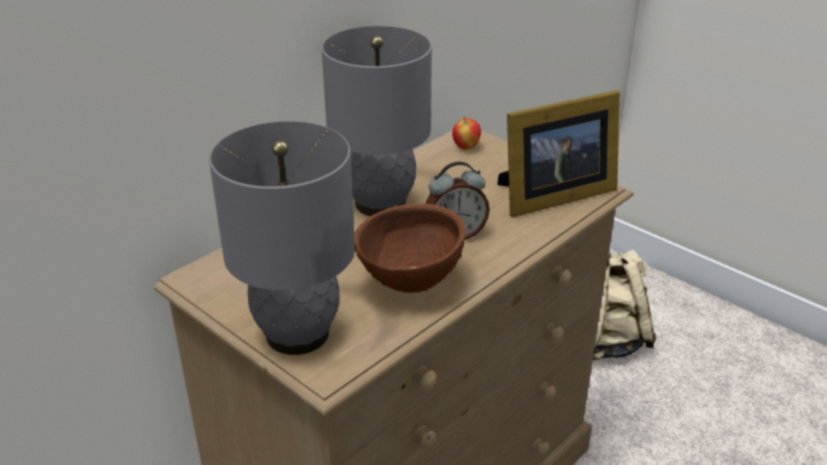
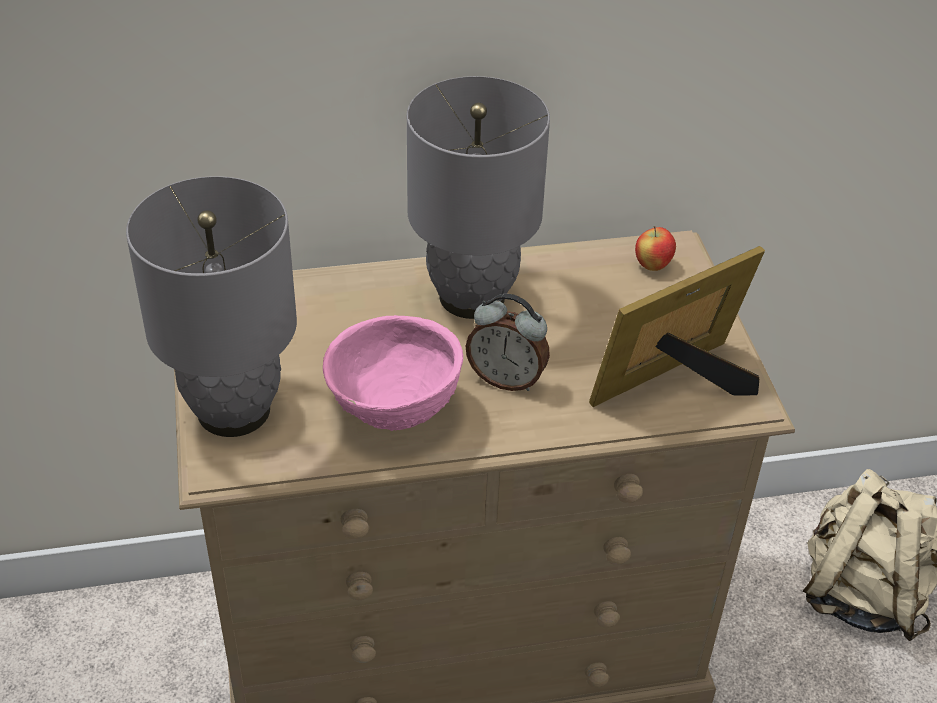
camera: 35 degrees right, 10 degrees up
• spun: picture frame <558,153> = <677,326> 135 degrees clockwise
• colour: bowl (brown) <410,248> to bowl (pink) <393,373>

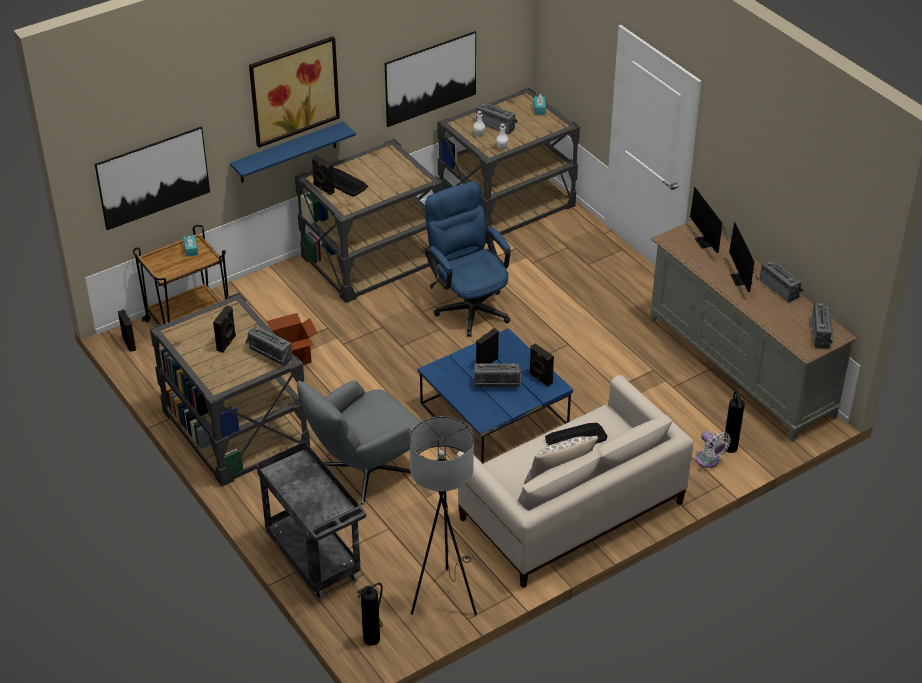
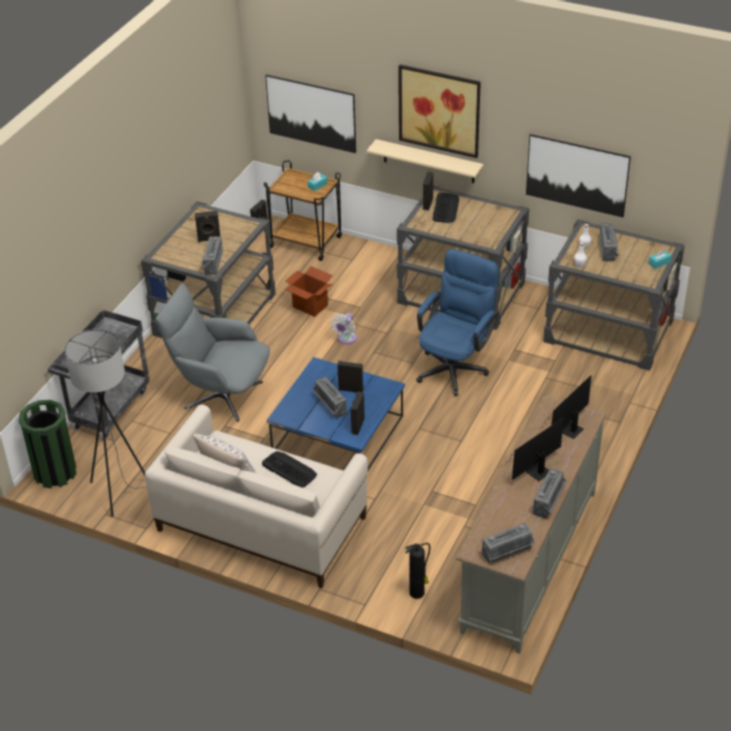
camera: 60 degrees right, 0 degrees up
• colour: shelf (blue) <293,152> to shelf (beige) <425,161>
• relocated: fan (white) <713,449> to <343,328>
• exchanged: fire extinguisher <370,614> to trash can (green) <47,444>

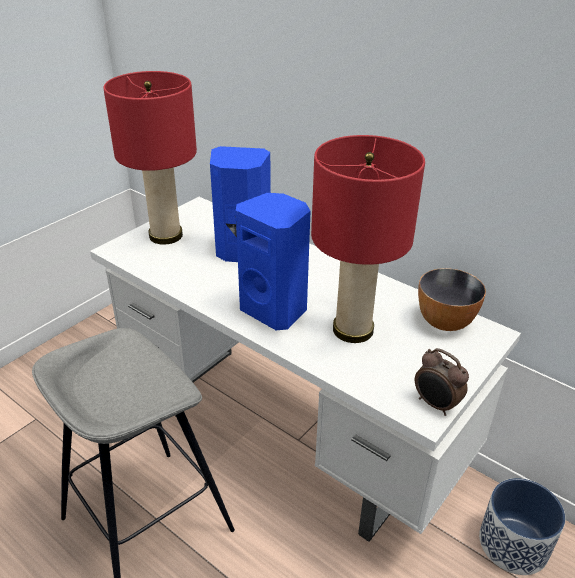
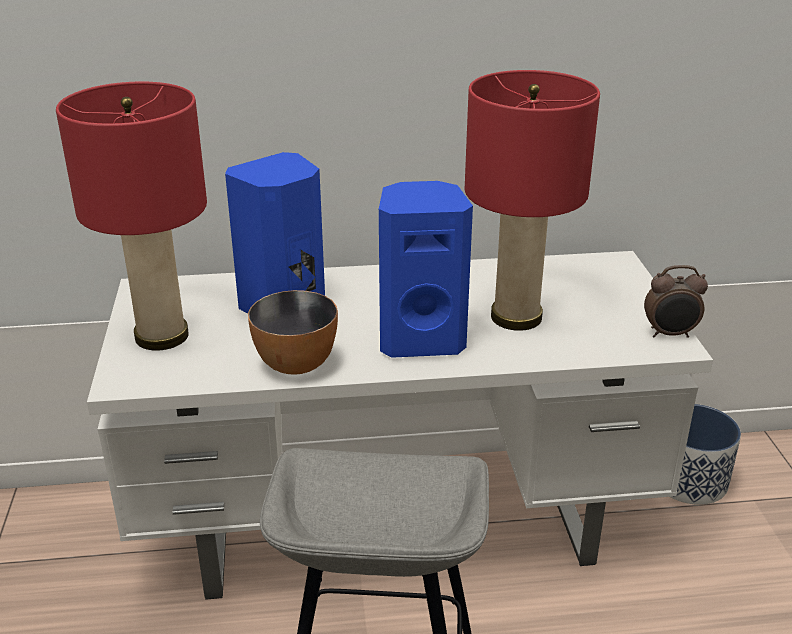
camera: 45 degrees left, 5 degrees down
• relocated: bowl <452,299> to <293,332>

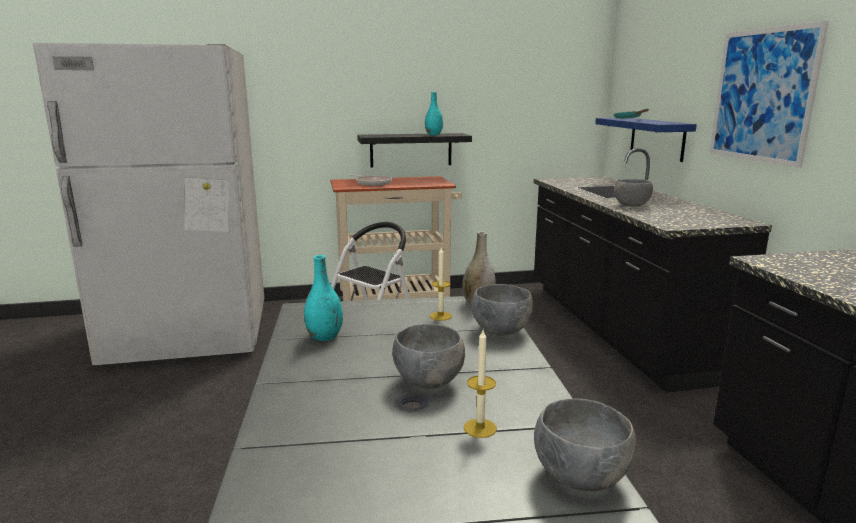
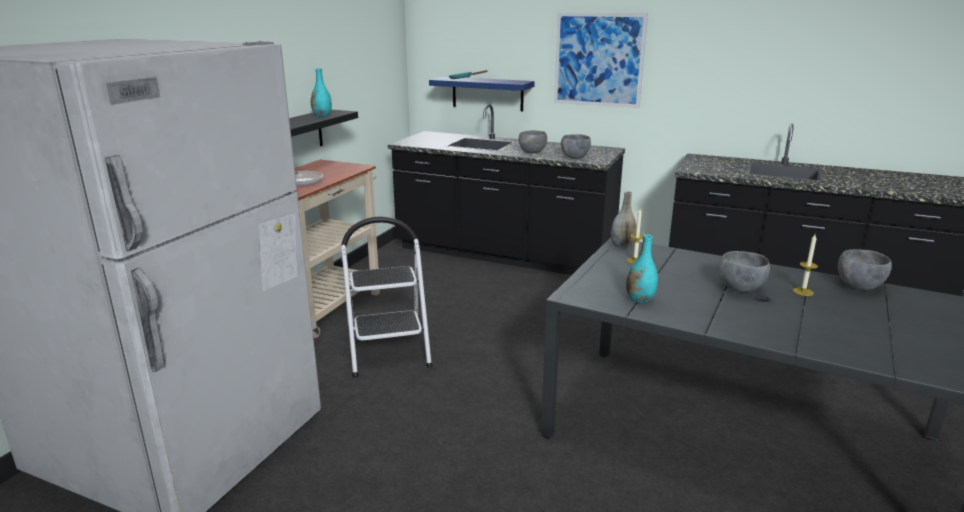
camera: 55 degrees left, 5 degrees up
• relocated: bowl (grey) <502,310> to <576,146>

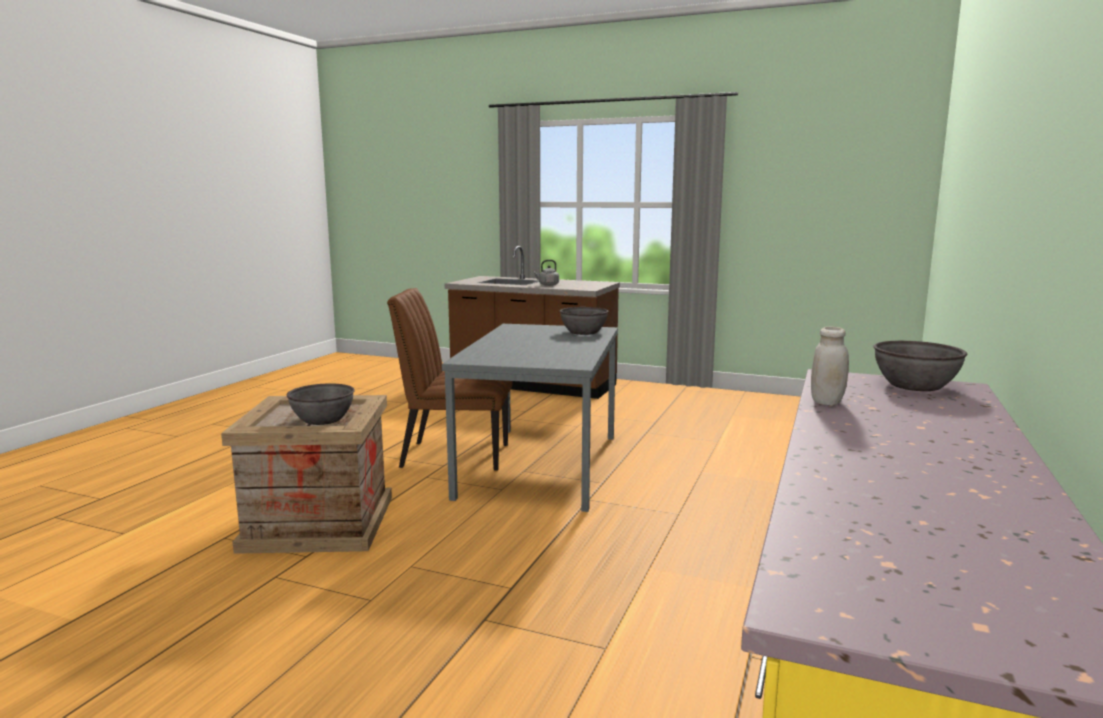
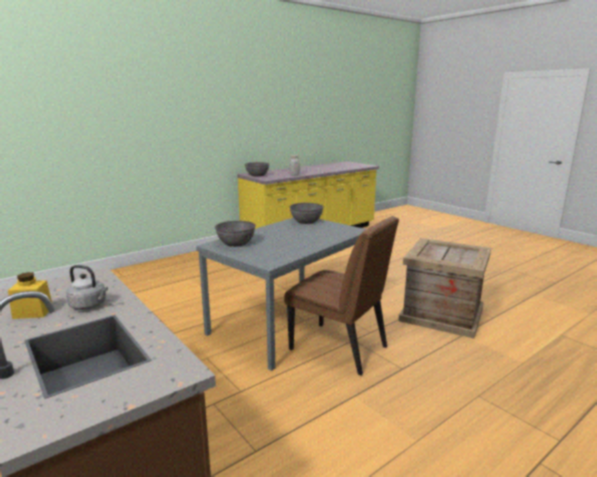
camera: 150 degrees left, 5 degrees up
• relocated: bowl (grey) <321,404> to <307,213>
• appeared: jar (yellow) <30,295>

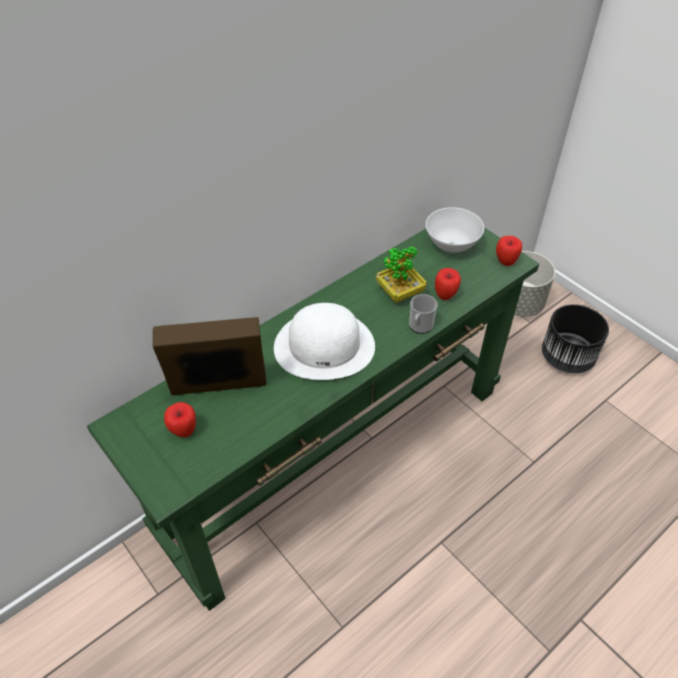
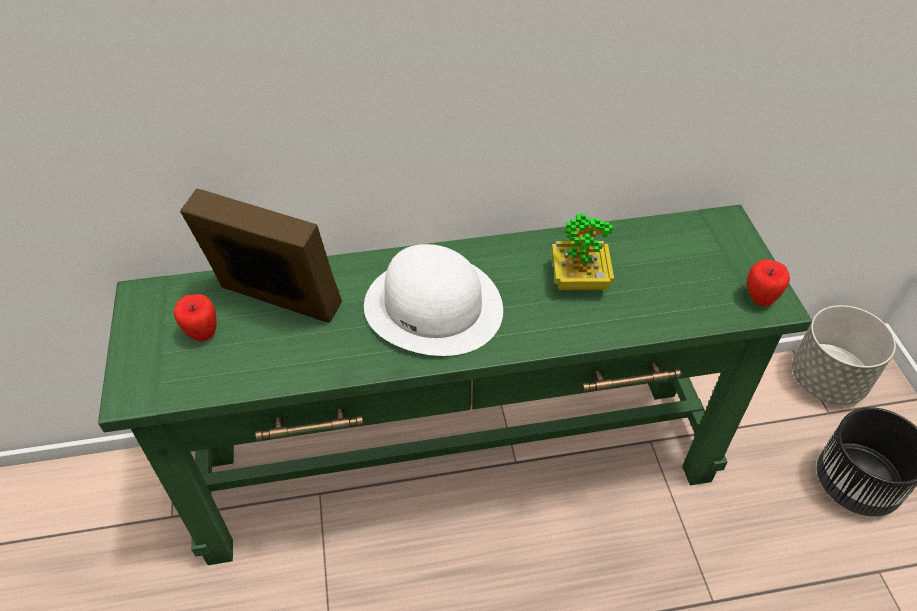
camera: 30 degrees right, 0 degrees up
• missing: bowl (white) <455,229>
• missing: apple <448,284>
• missing: mug <423,314>

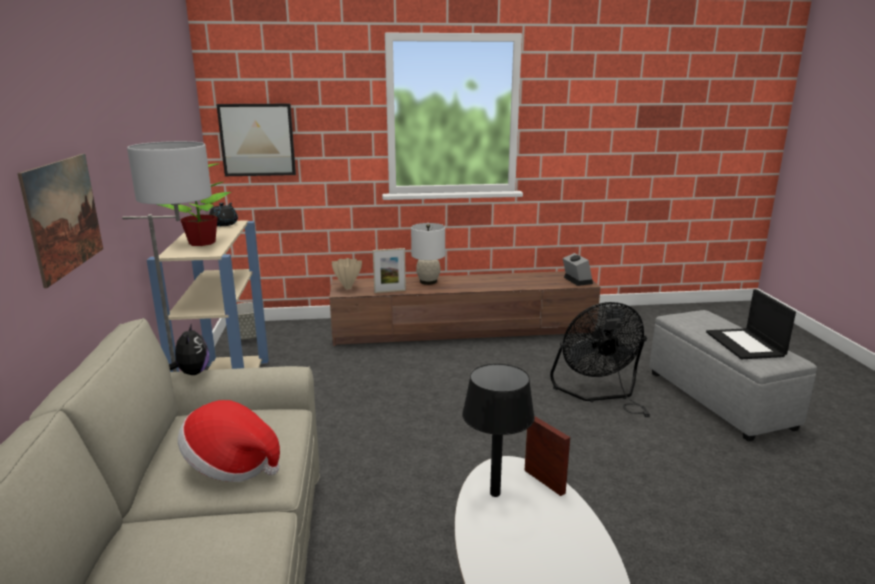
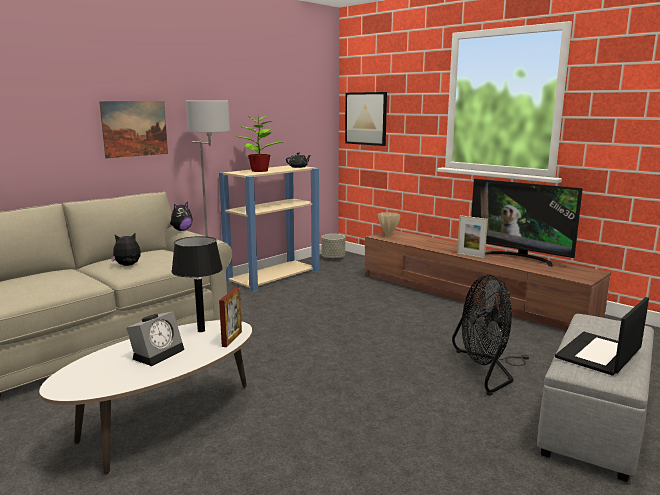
camera: 50 degrees right, 5 degrees down
• missing: table lamp (white) <428,254>
• relocated: picture frame <389,270> to <472,237>
• relocated: alarm clock <578,269> to <155,338>
• spun: fan (black) <600,359> = <491,335> 135 degrees counterclockwise
• exchanged: hat <229,441> to plush toy <126,249>
• appeared: television <527,223>

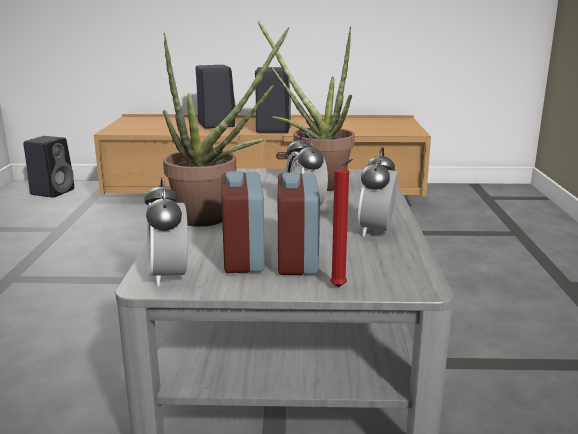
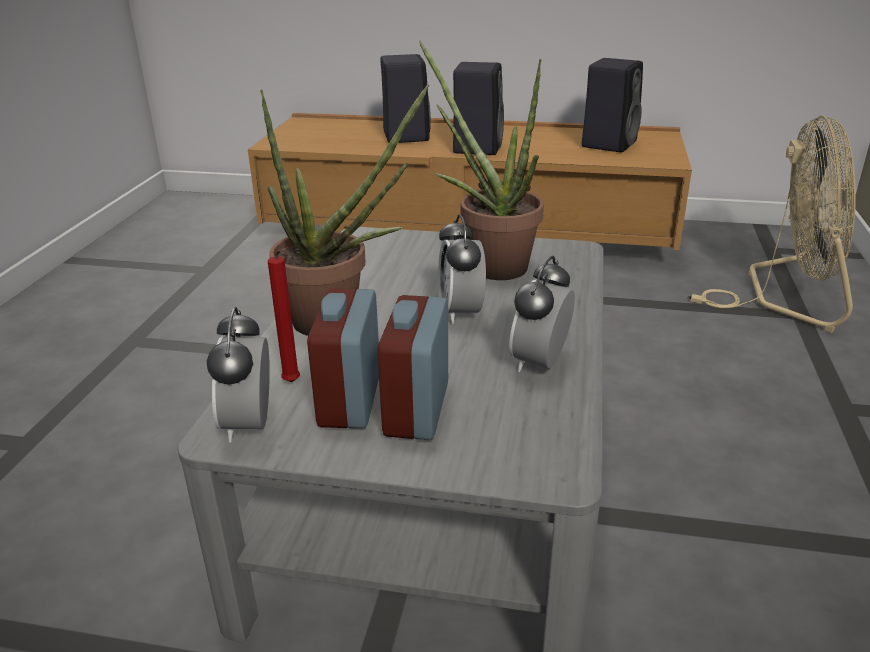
camera: 10 degrees right, 10 degrees up
• relocated: speaker (black) <48,167> to <612,105>
• relocated: candle (red) <341,223> to <284,316>
• appeared: fan (beige) <772,224>

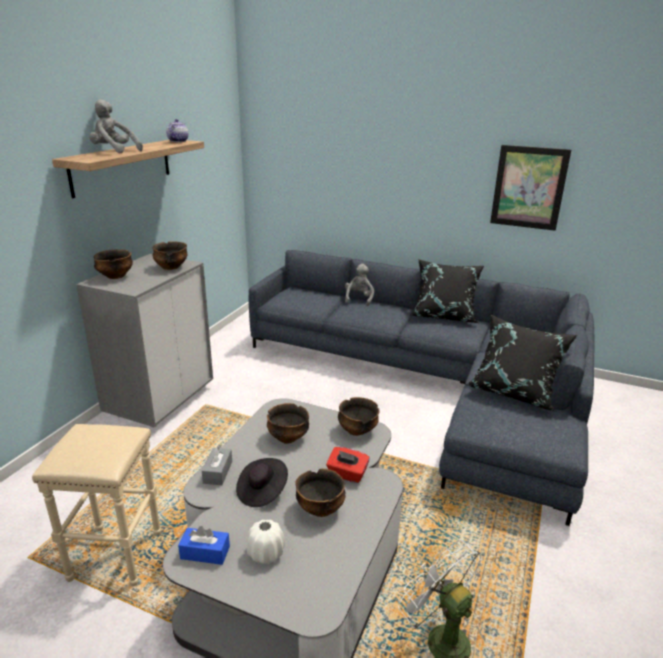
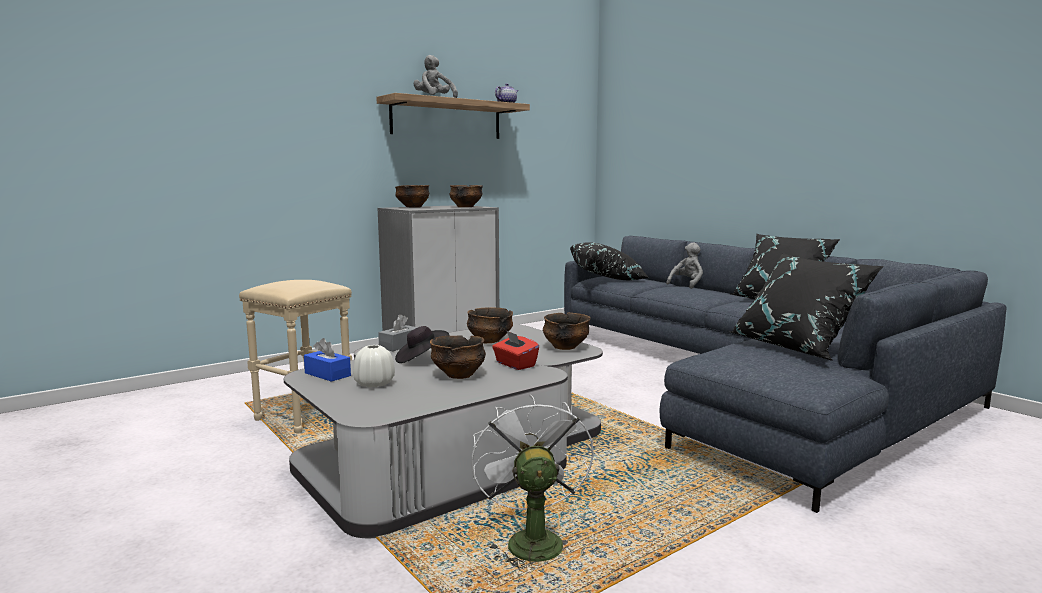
camera: 30 degrees right, 15 degrees down
• missing: picture <530,188>
• appeared: pillow (black) <609,261>

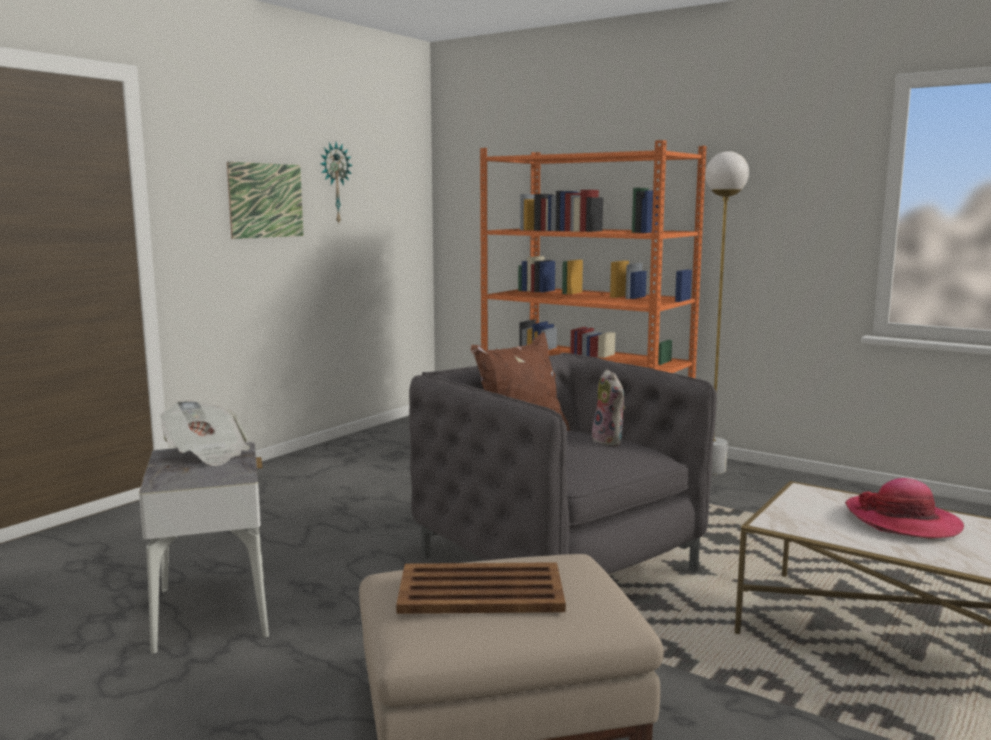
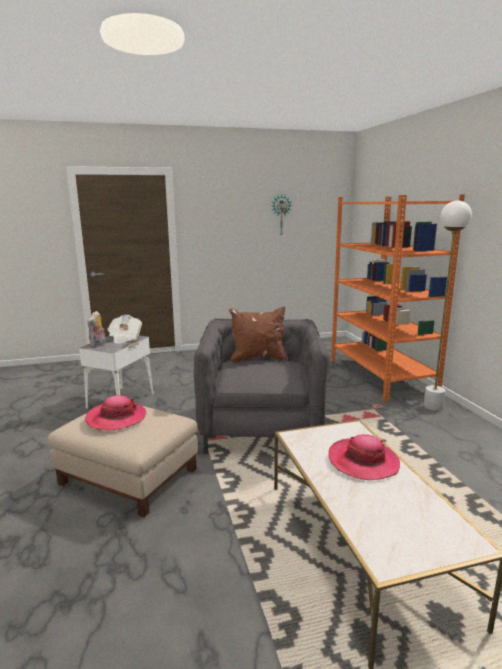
camera: 40 degrees right, 5 degrees up
• missing: picture <265,200>
• relocated: plush toy <608,408> to <96,329>
• exchanged: tray (brown) <481,588> to hat <116,412>

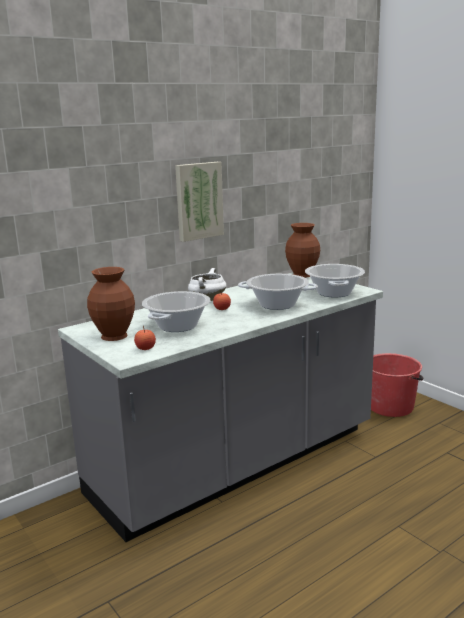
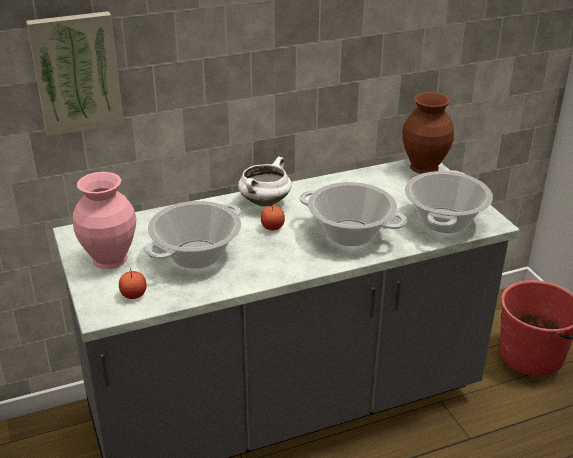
camera: 15 degrees right, 15 degrees up
• relocated: picture <199,202> to <75,73>
• colour: vase (brown) <111,304> to vase (pink) <104,220>

